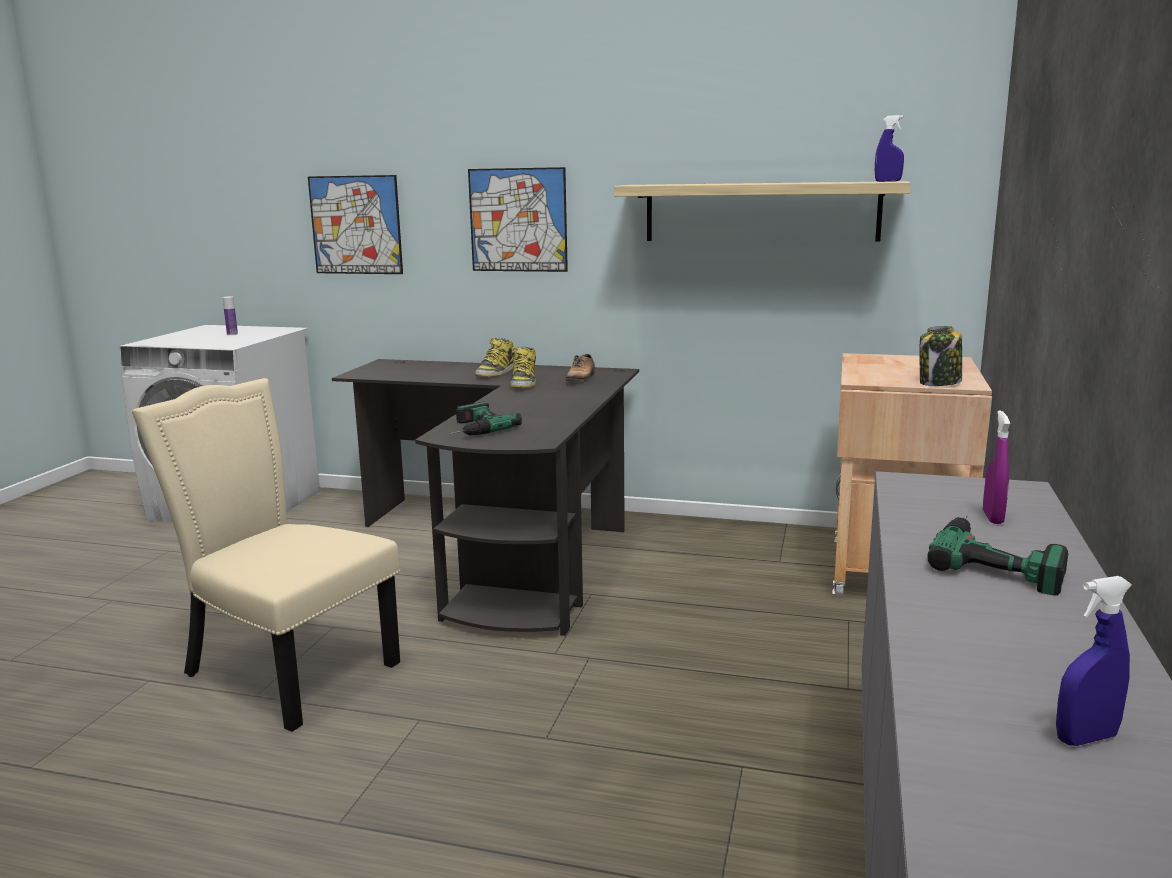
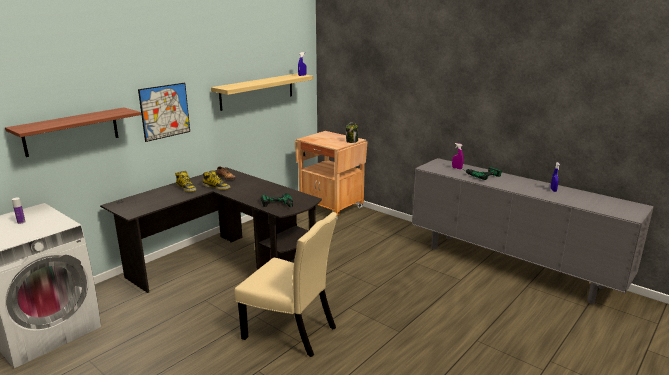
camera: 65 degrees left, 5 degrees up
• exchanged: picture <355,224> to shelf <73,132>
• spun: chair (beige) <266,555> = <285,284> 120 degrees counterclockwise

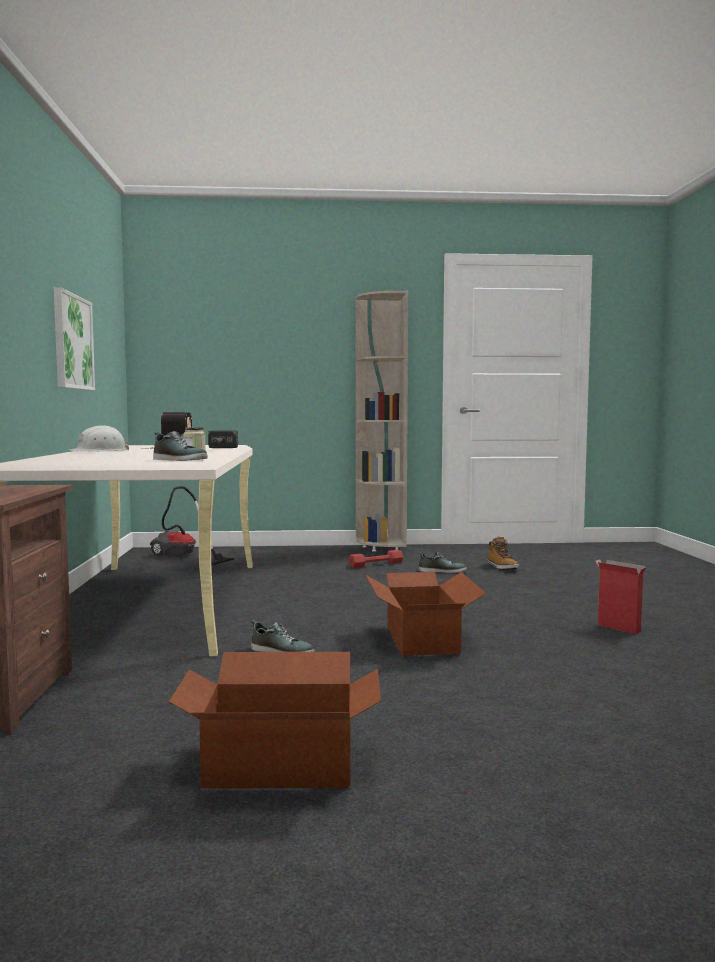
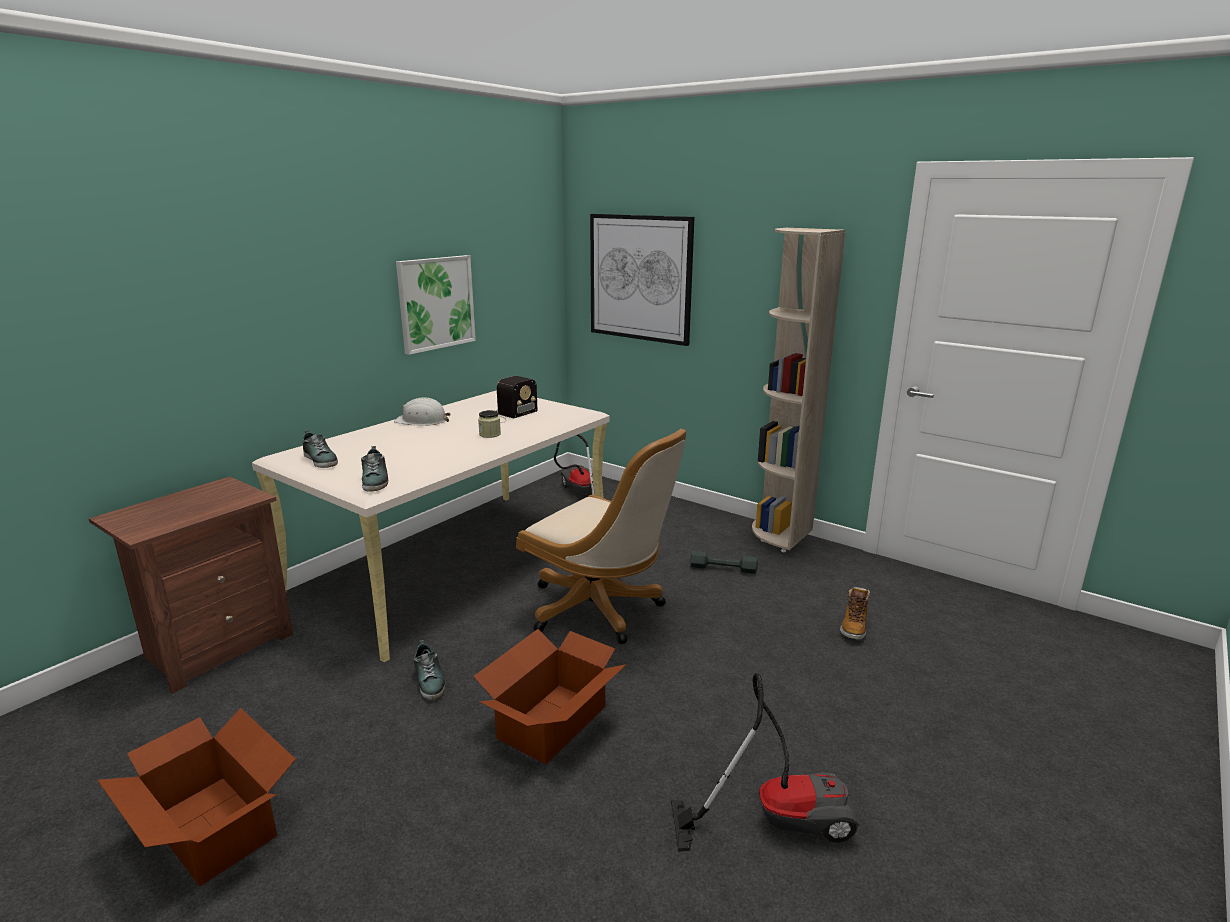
camera: 40 degrees right, 15 degrees up
• missing: hammer <223,439>
• colour: dumbbell (red) <376,559> to dumbbell (grey) <724,562>
• relocated: shoe <443,562> to <320,449>
• exchanged: cardboard box <621,597> to vacuum cleaner <765,762>
• appeared: picture <642,280>
• appeared: office chair <601,536>

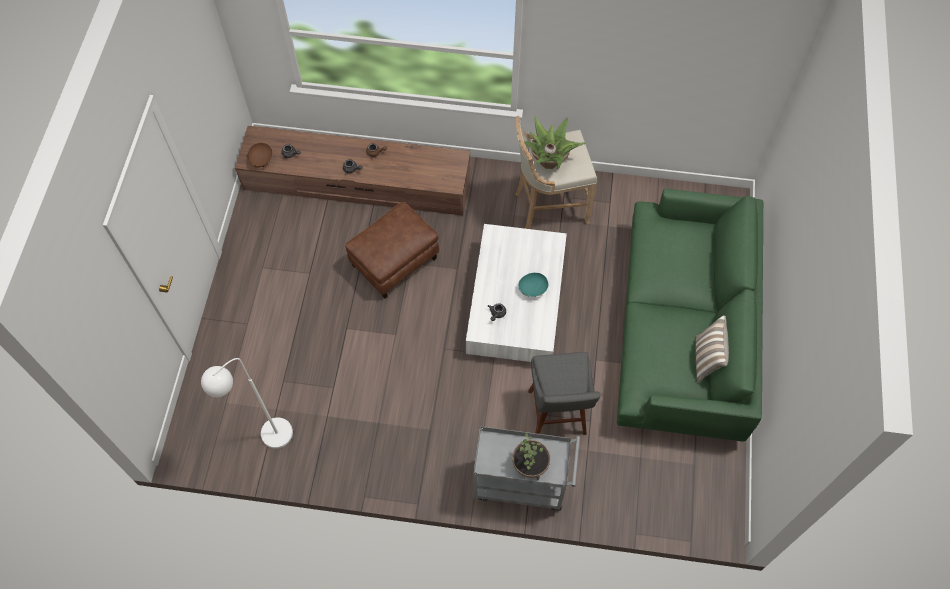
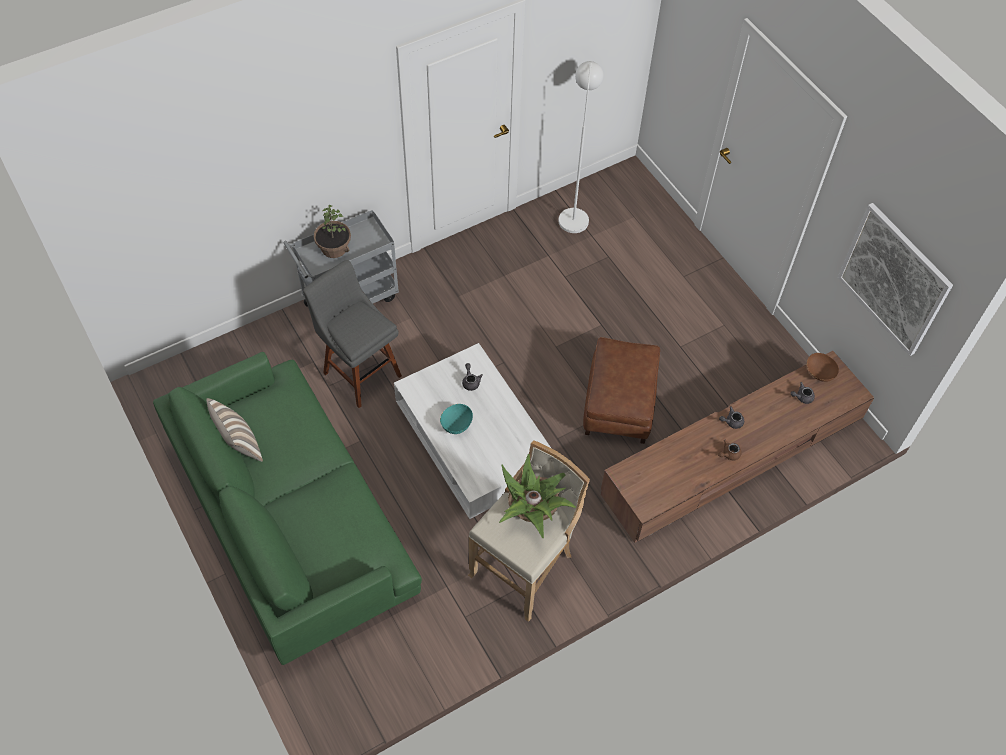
camera: 140 degrees right, 5 degrees down
• appeared: picture <895,279>

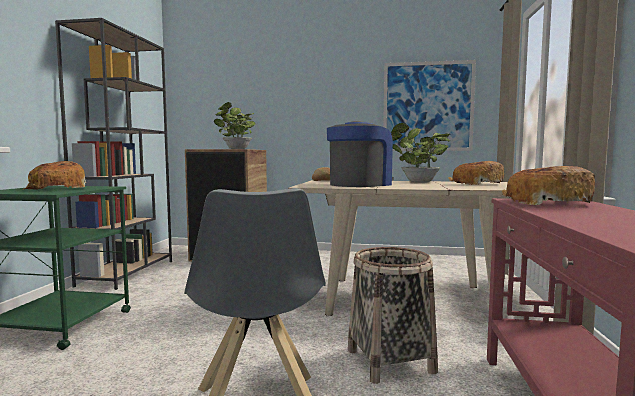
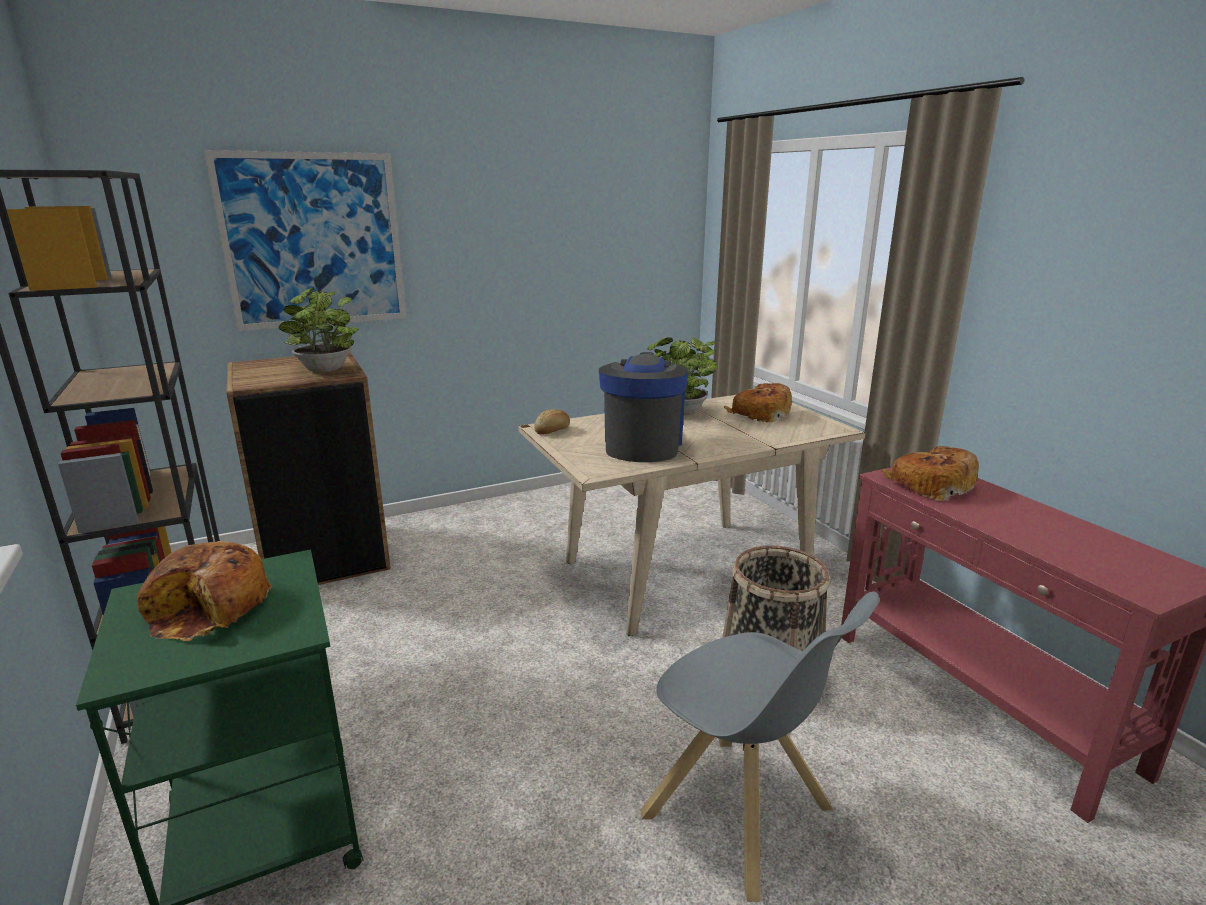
camera: 35 degrees left, 15 degrees up
• relocated: picture <429,105> to <305,240>

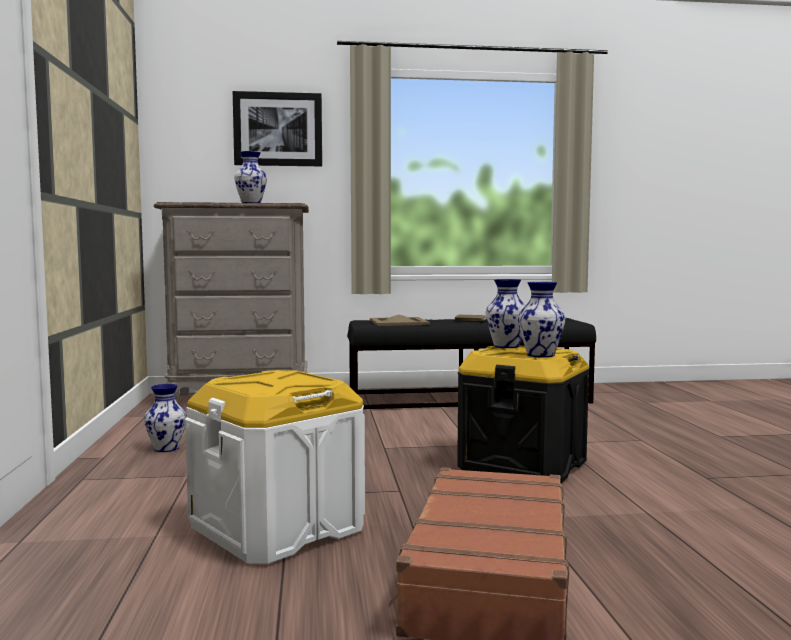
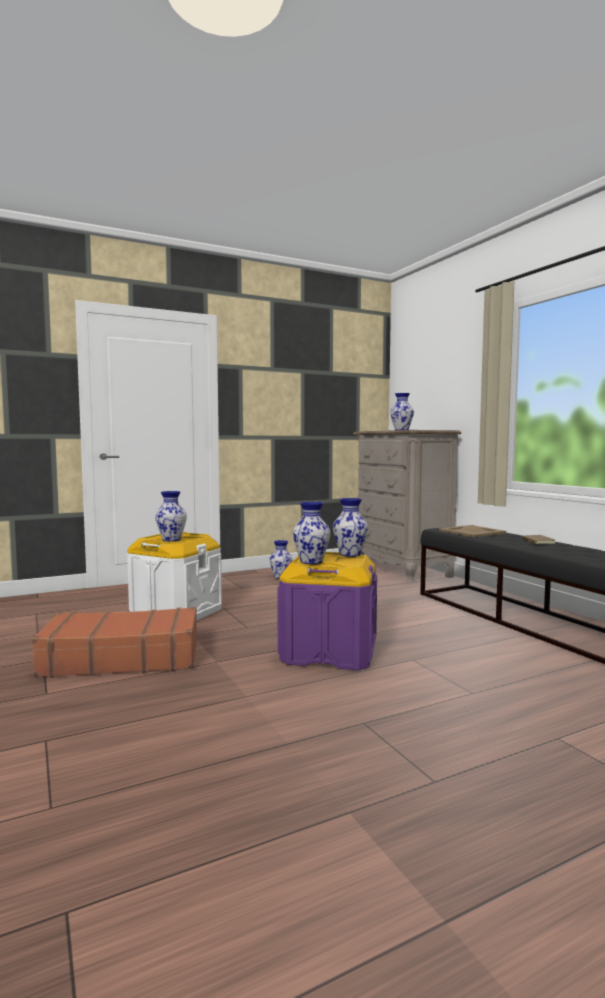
camera: 70 degrees right, 0 degrees up
• missing: picture <277,128>
• colour: storage box (black) <523,414> to storage box (purple) <327,611>
• appeared: vase <171,516>

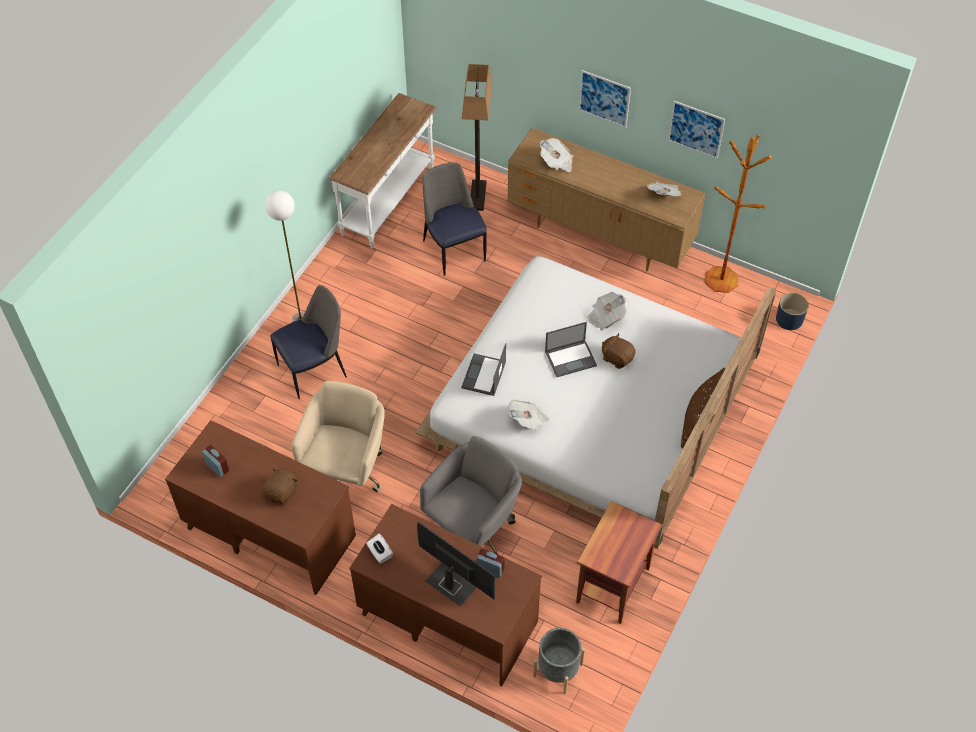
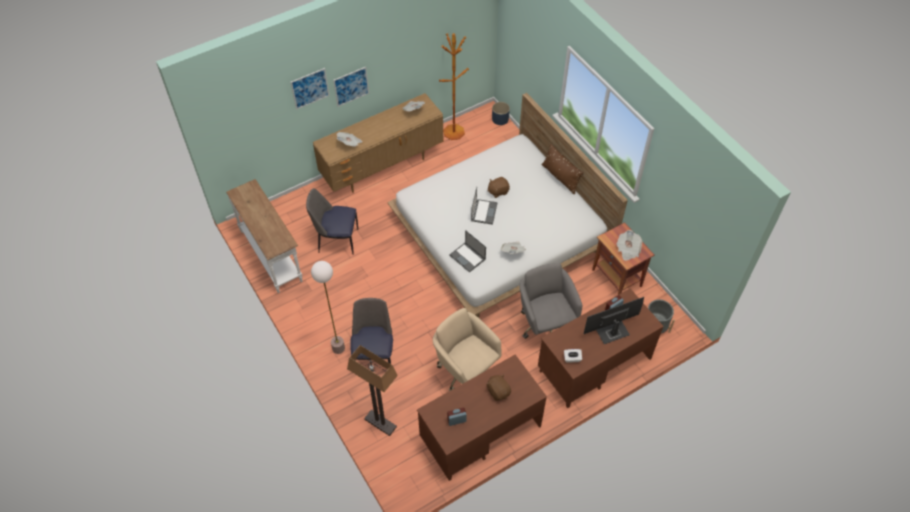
camera: 60 degrees left, 0 degrees up
• relocated: floor lamp <477,137> to <372,390>
• relocated: picture <696,130> to <310,89>
• relocated: newspaper <606,311> to <629,245>

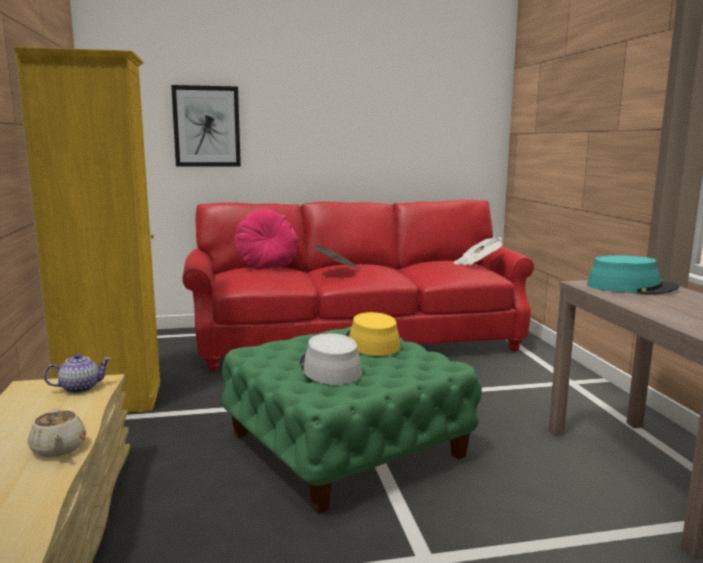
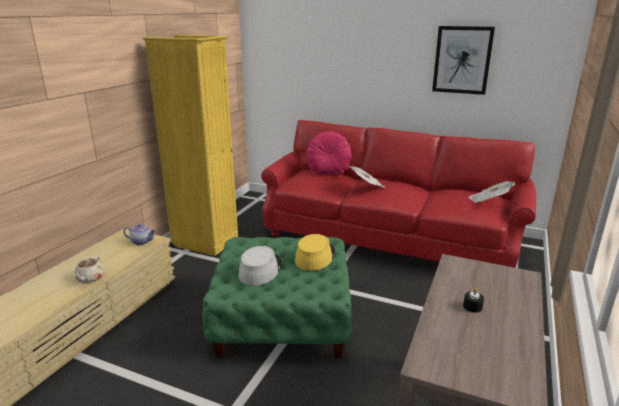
camera: 35 degrees right, 10 degrees up
• relocated: picture <206,126> to <463,60>
• missing: hat (turquoise) <633,275>
• appeared: candle (black) <473,300>

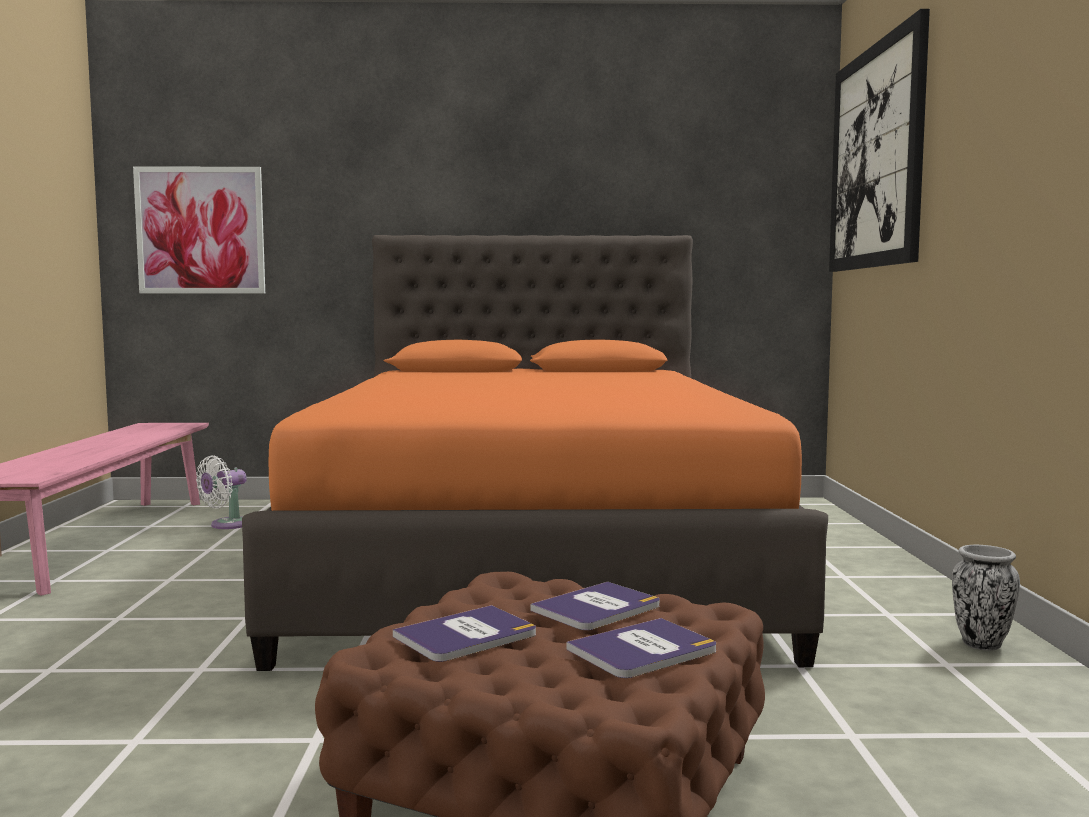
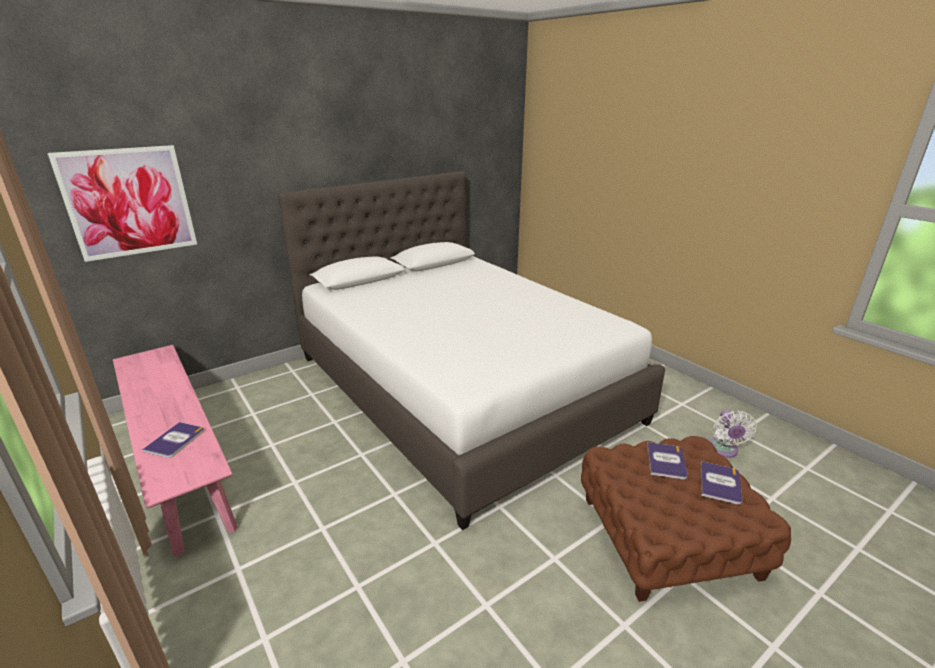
camera: 35 degrees left, 20 degrees up
• missing: picture <879,140>
• colour: bed (orange) <535,453> to bed (white) <471,350>
• relocated: fan (white) <221,492> to <733,434>
• missing: vase <986,598>
• relocated: book <464,633> to <173,440>

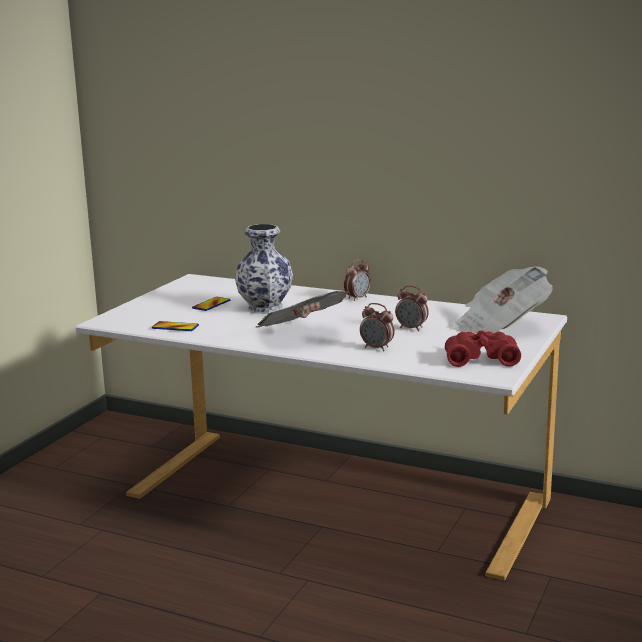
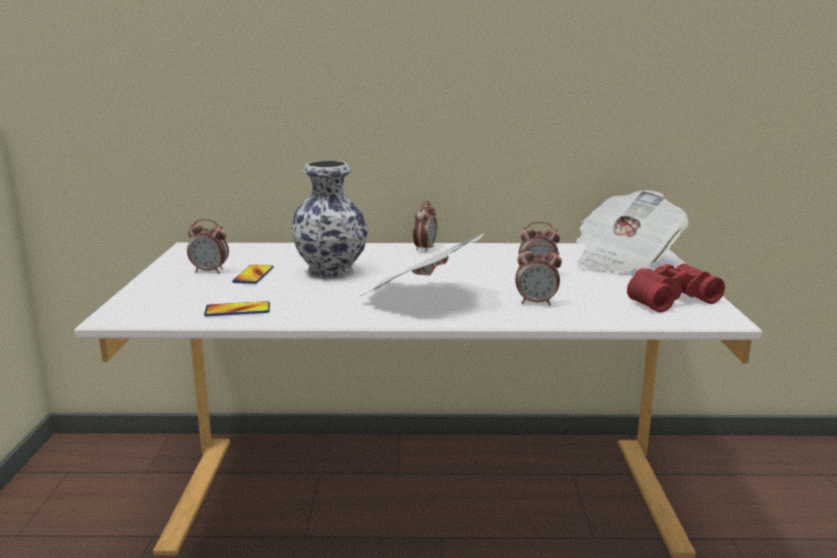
camera: 25 degrees left, 0 degrees up
• appeared: alarm clock <208,246>

